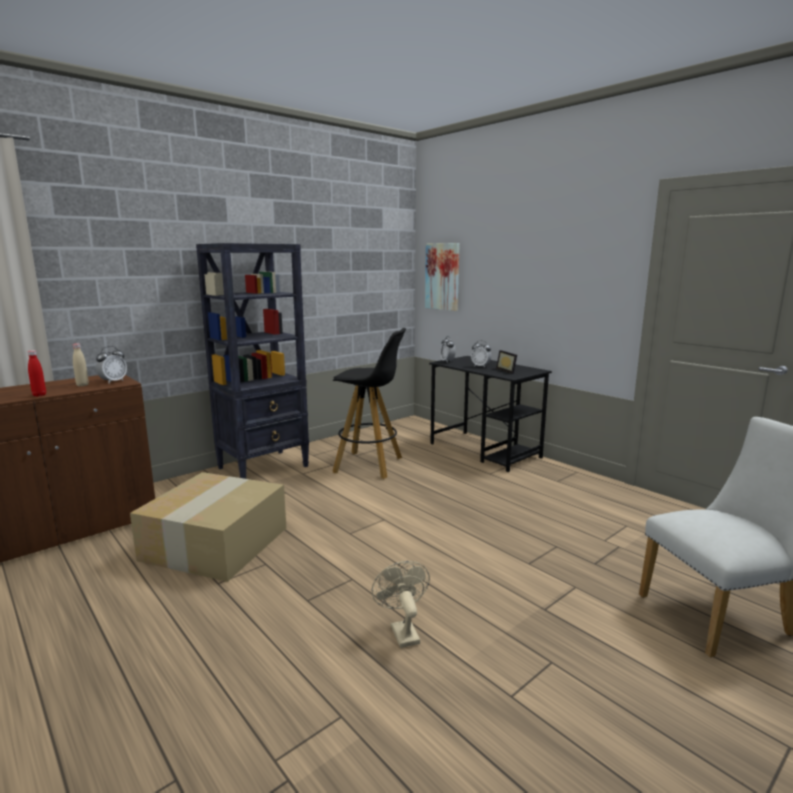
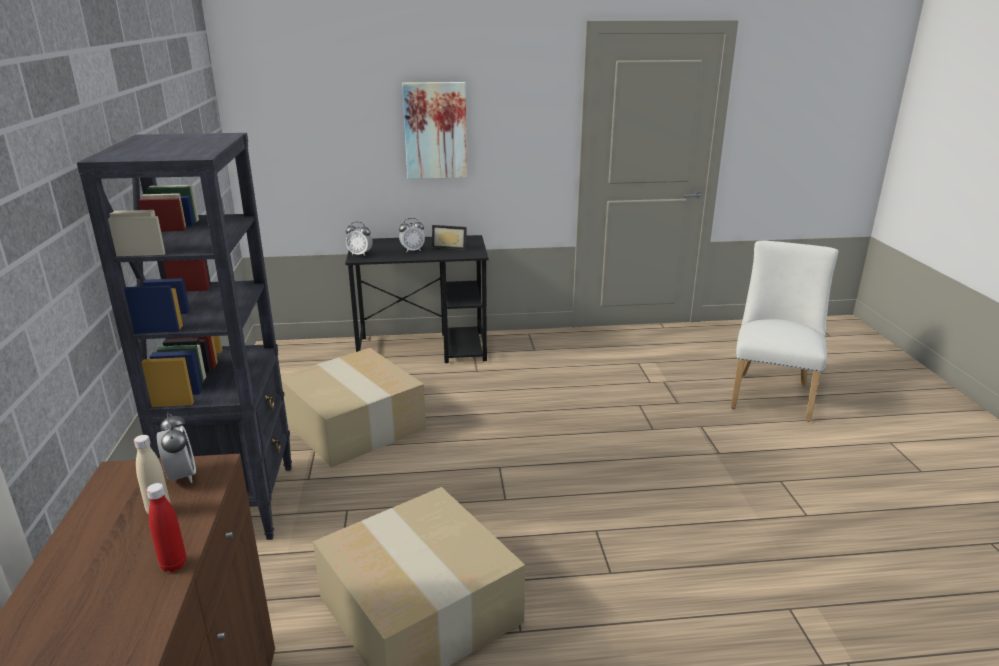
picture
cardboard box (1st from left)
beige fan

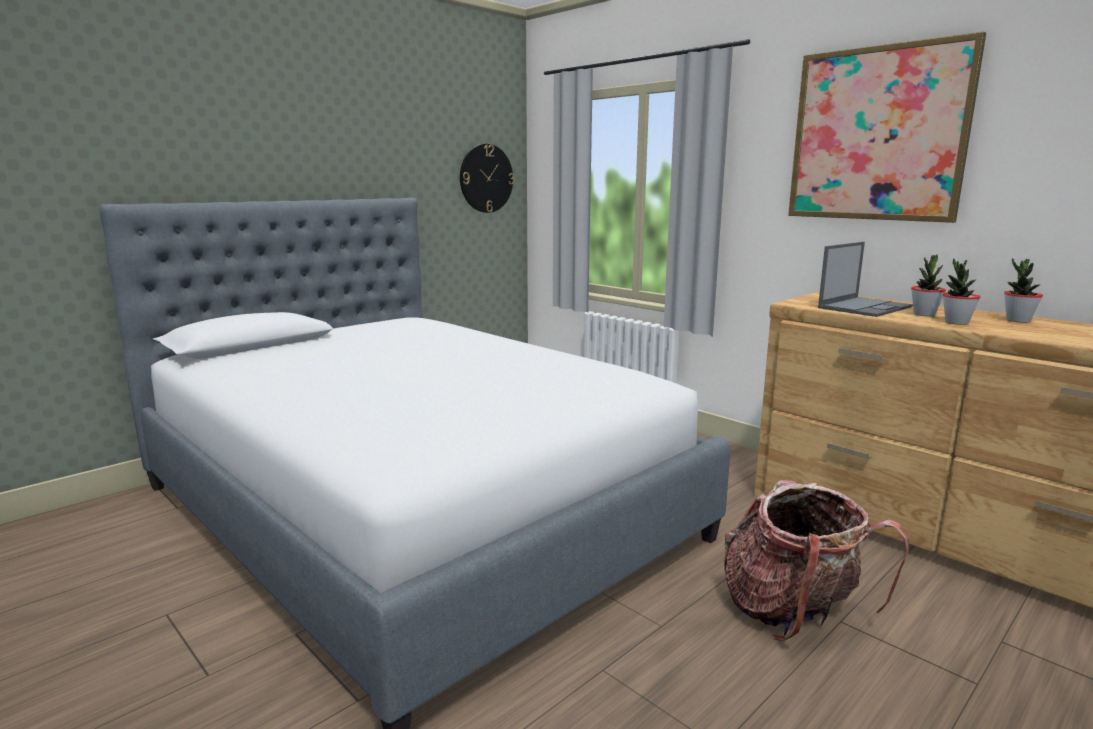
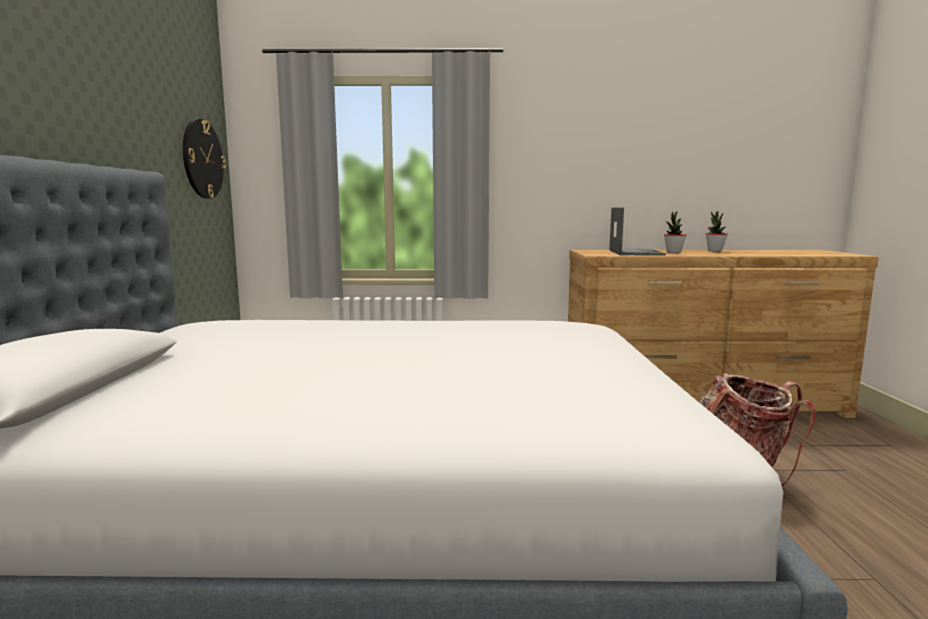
picture
potted plant (2nd from left in the first image)

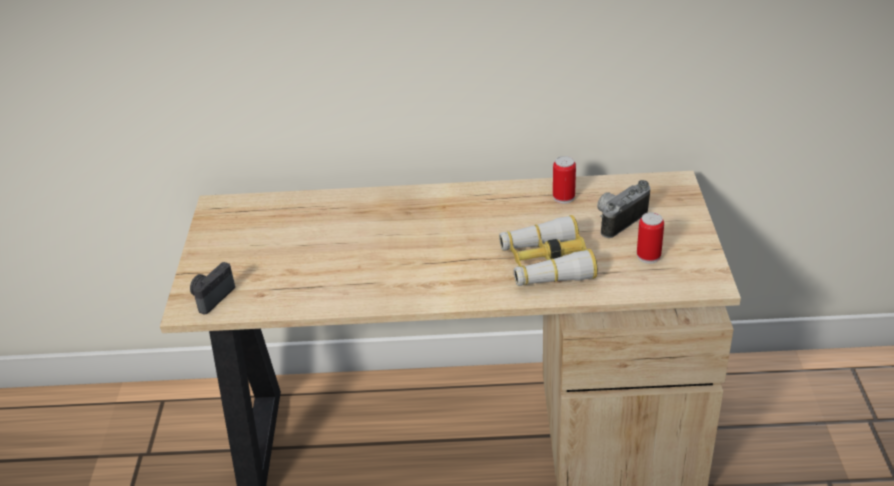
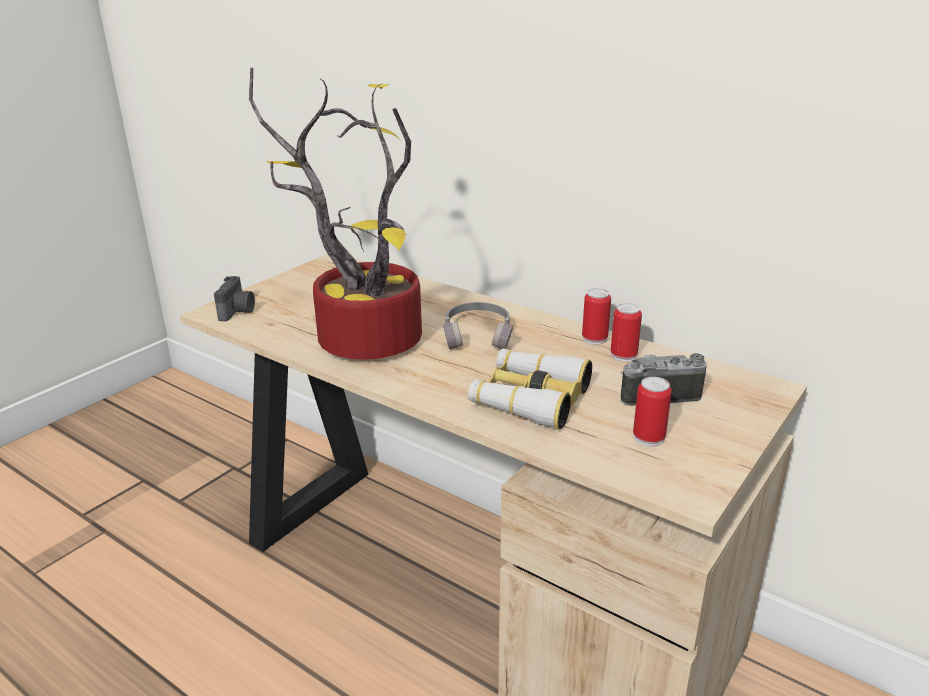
photo camera (1st from left)
potted plant
can (1st from left)
grey headphones

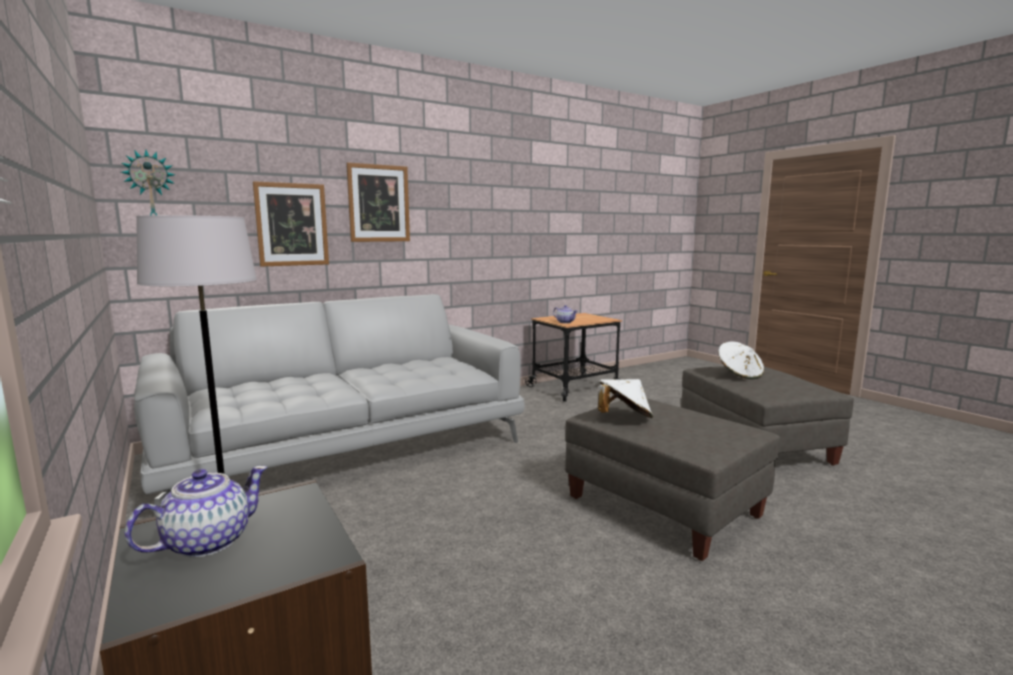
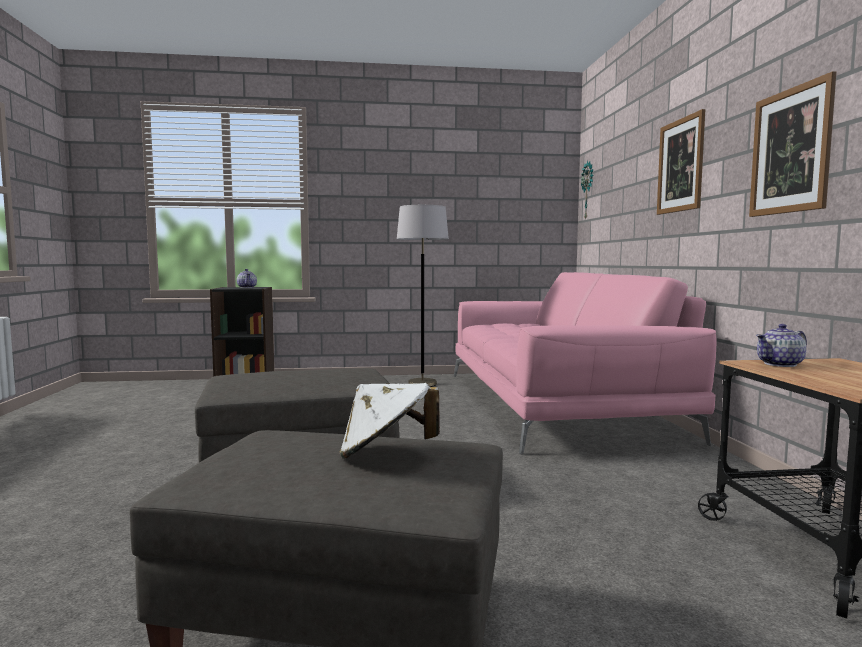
picture (2nd from left)
pink sofa
white hat (1st from left in the first image)

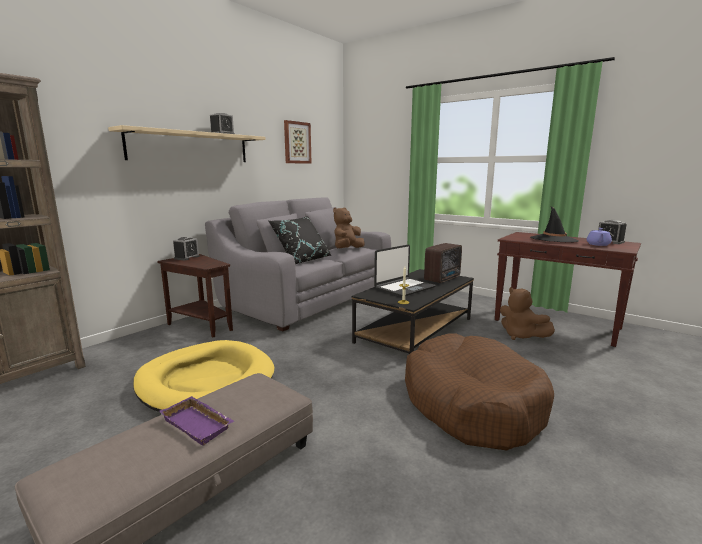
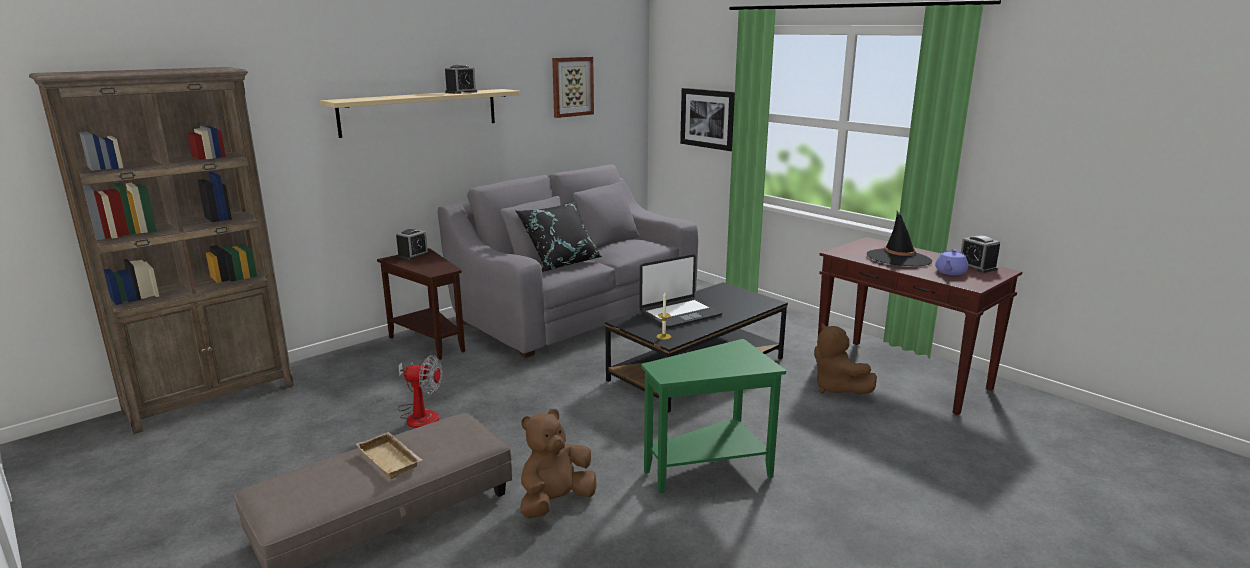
brown plush toy (1st from left)
radio
green side table
fan
beige tray
picture (2nd from left)

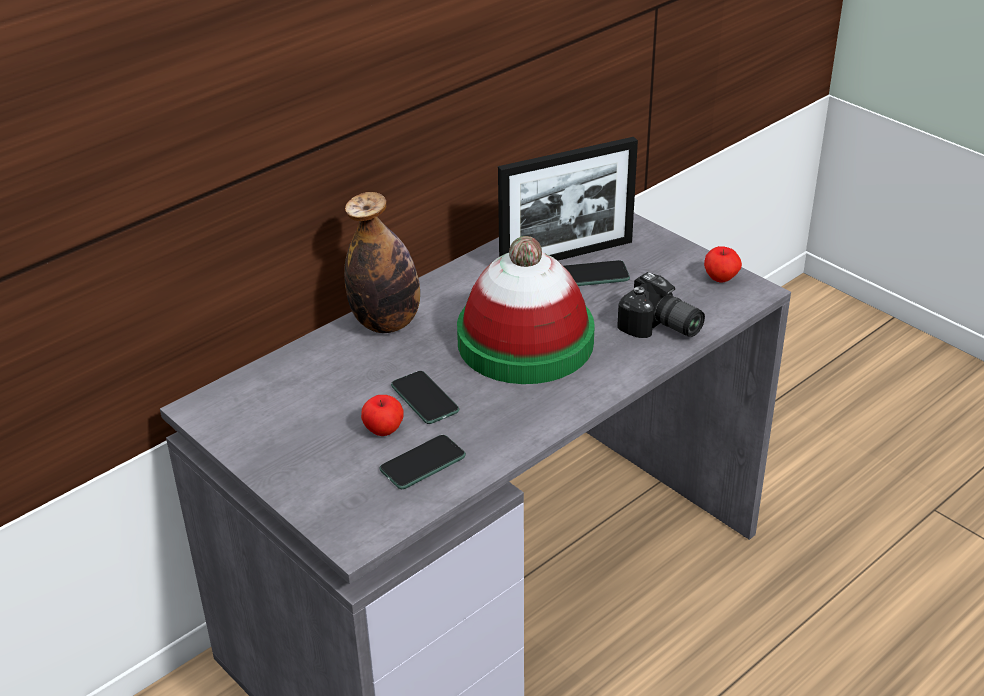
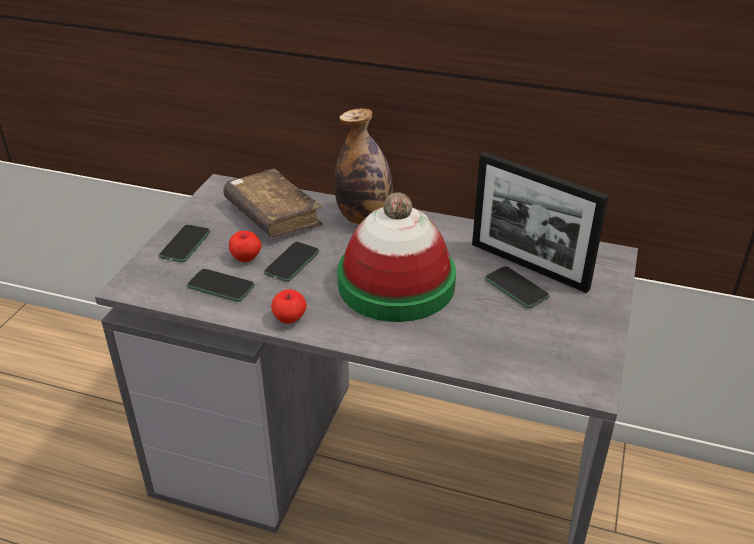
apple (2nd from left)
photo camera
brown book
phone (1st from left)

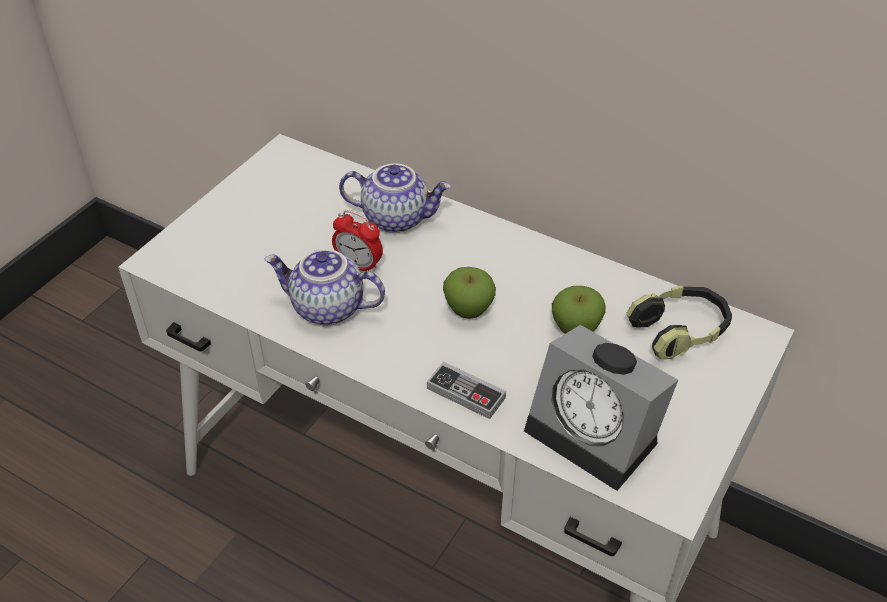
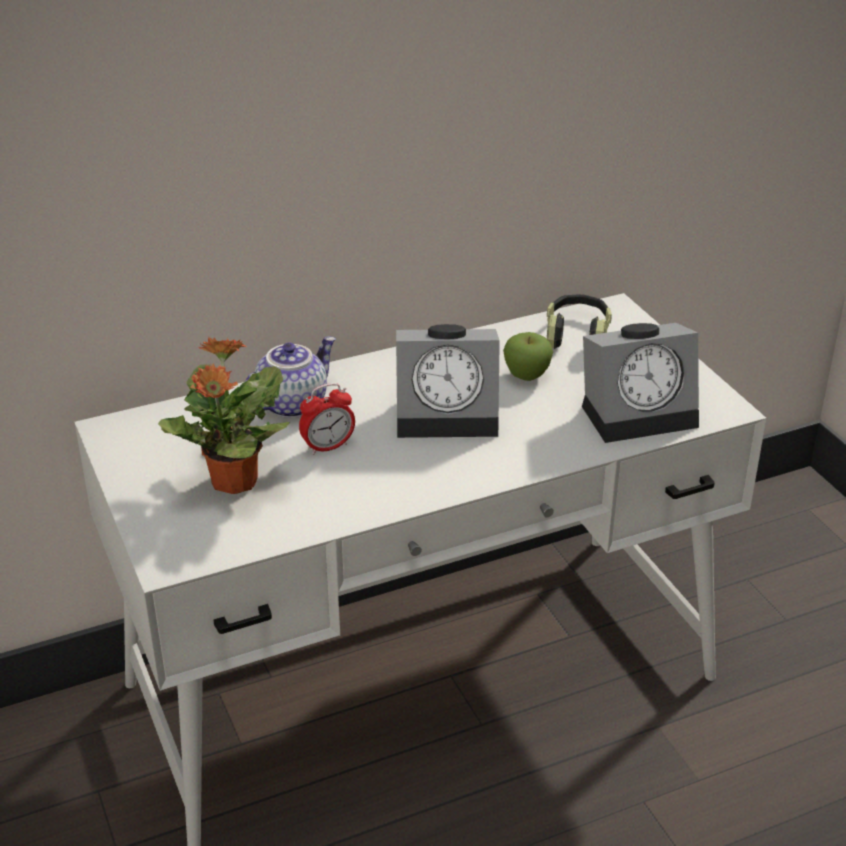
teapot (1st from left in the first image)
alarm clock (2nd from left)
game controller
potted plant

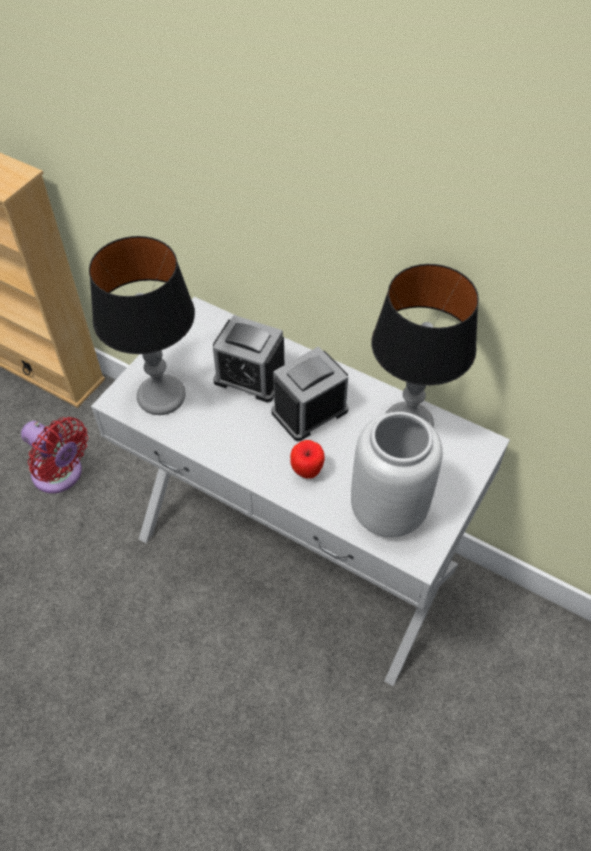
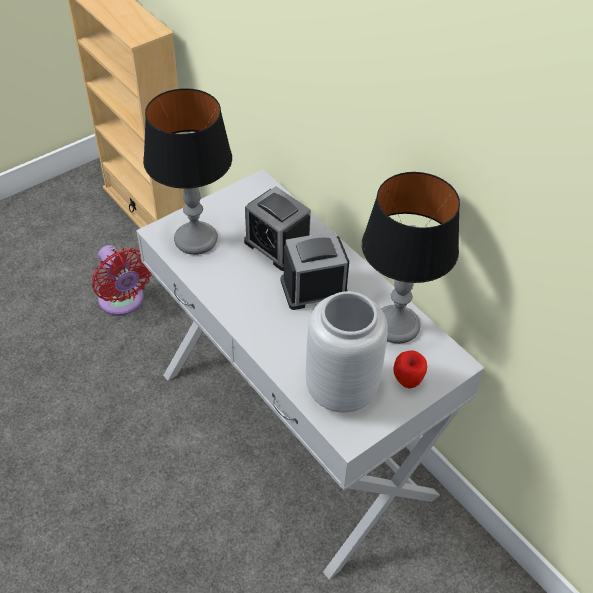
apple

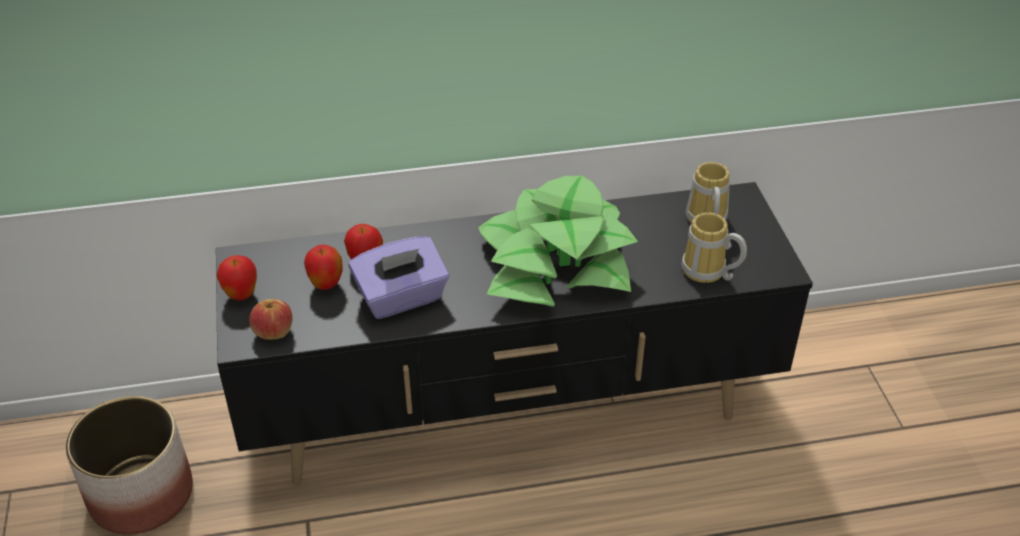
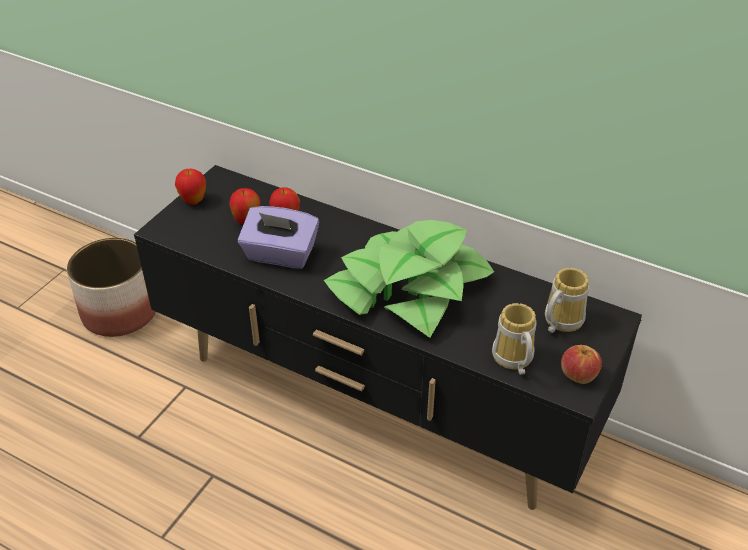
apple (4th from left)

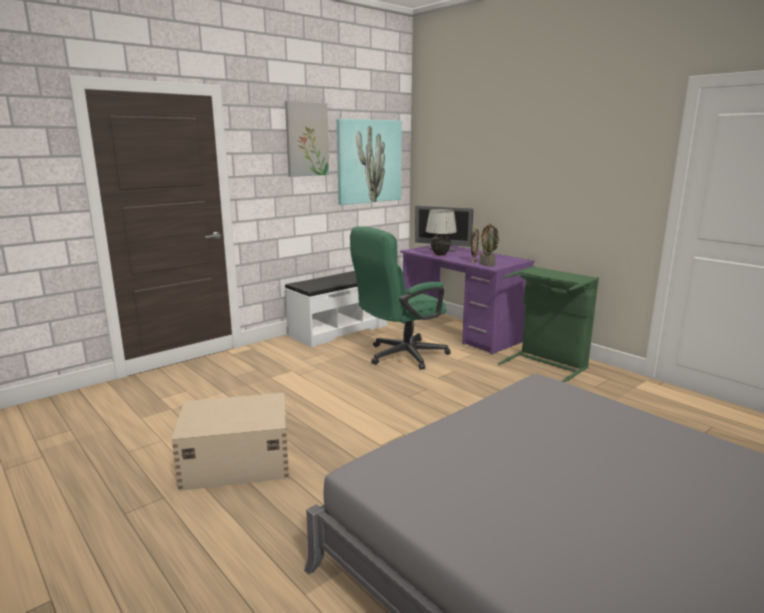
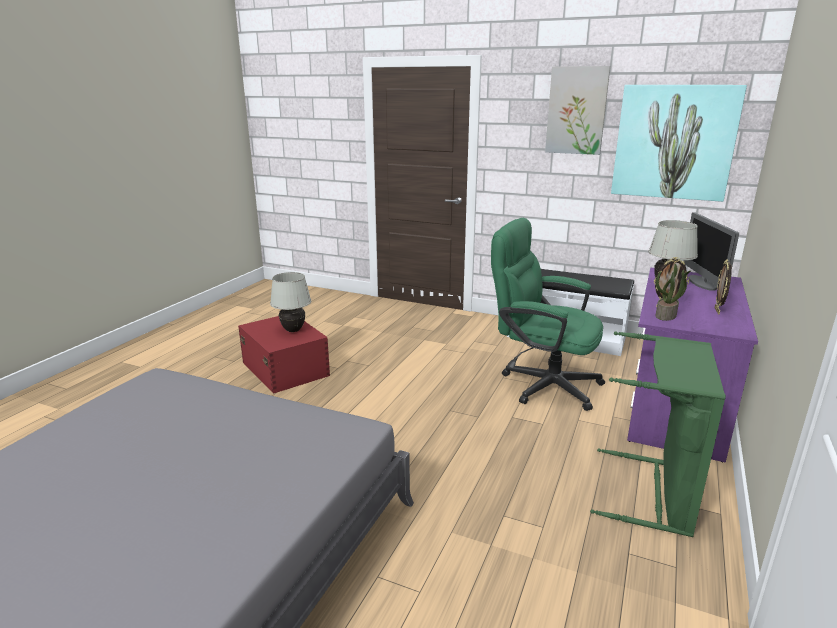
red storage box
white table lamp (1st from left)

